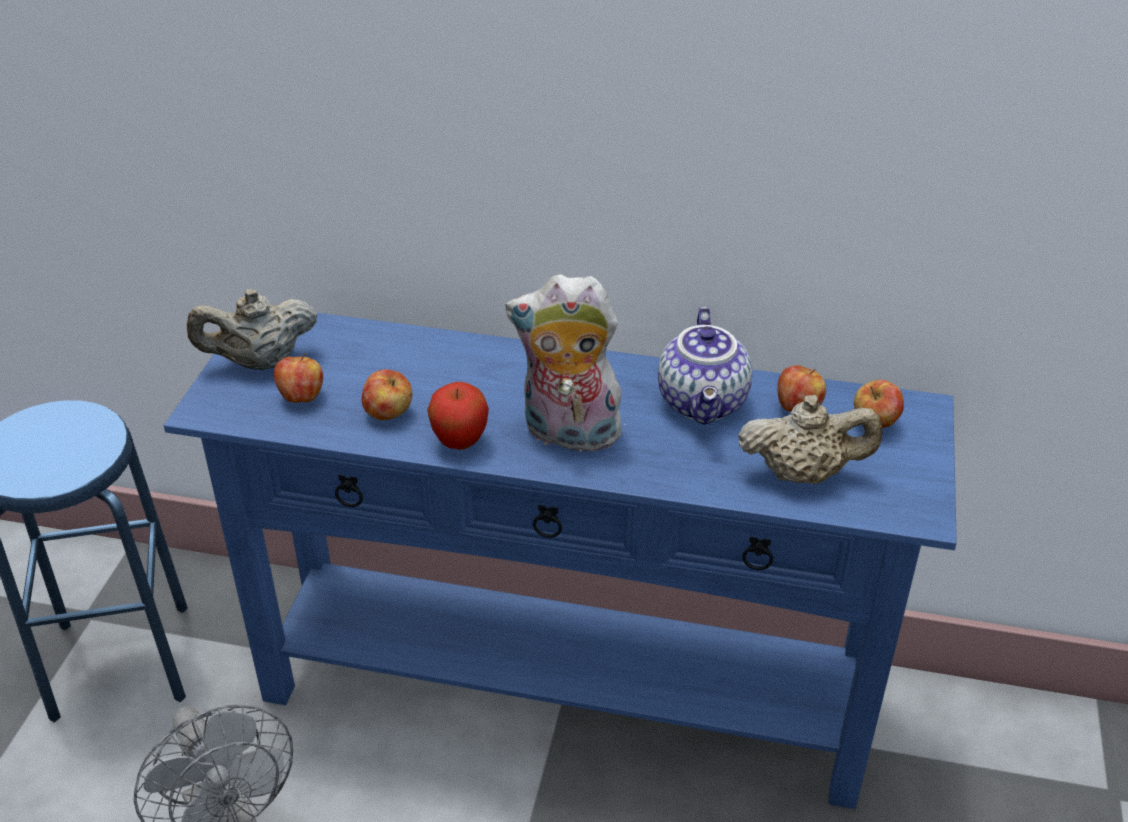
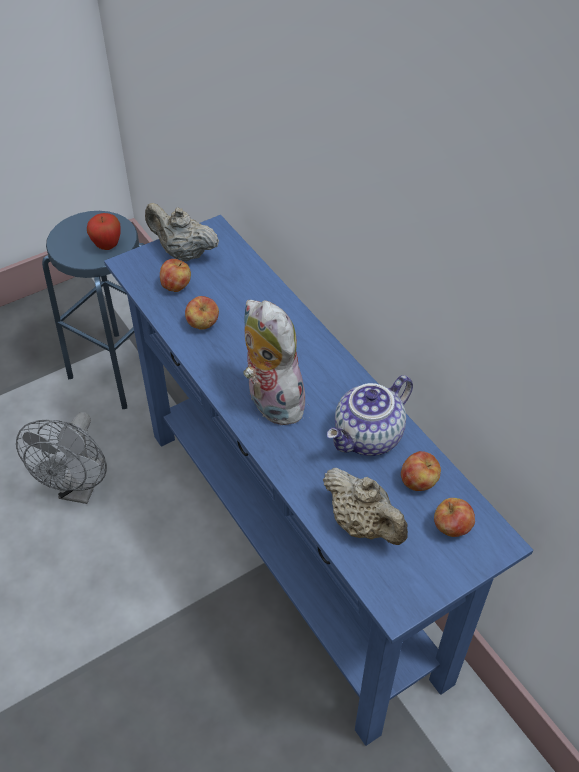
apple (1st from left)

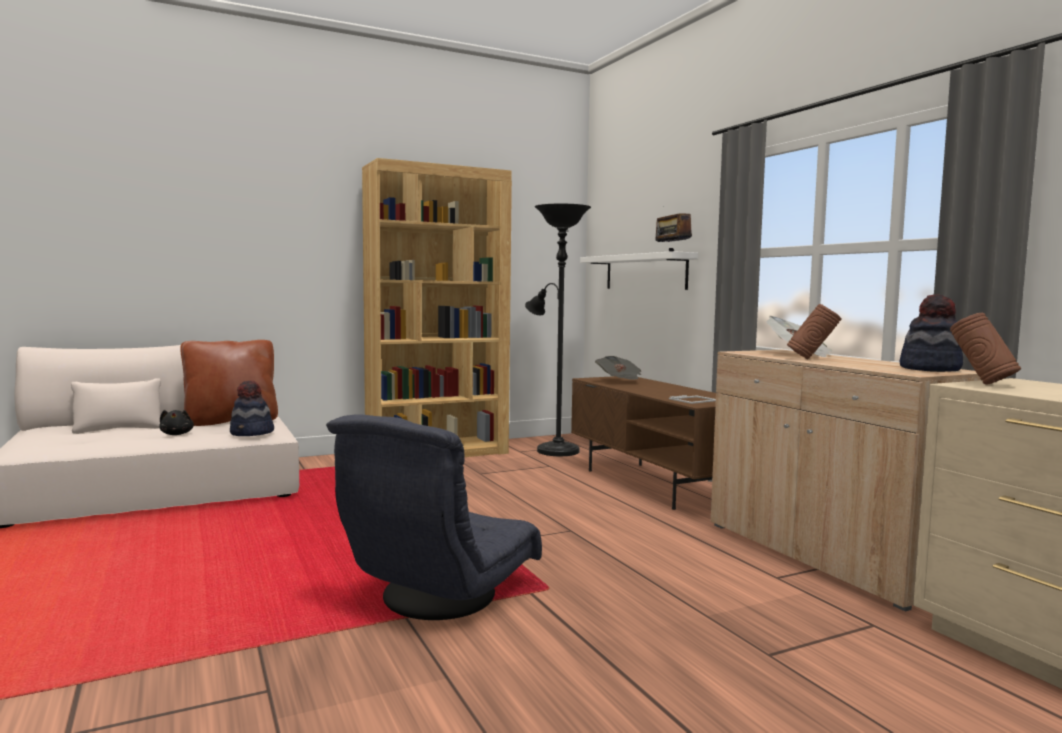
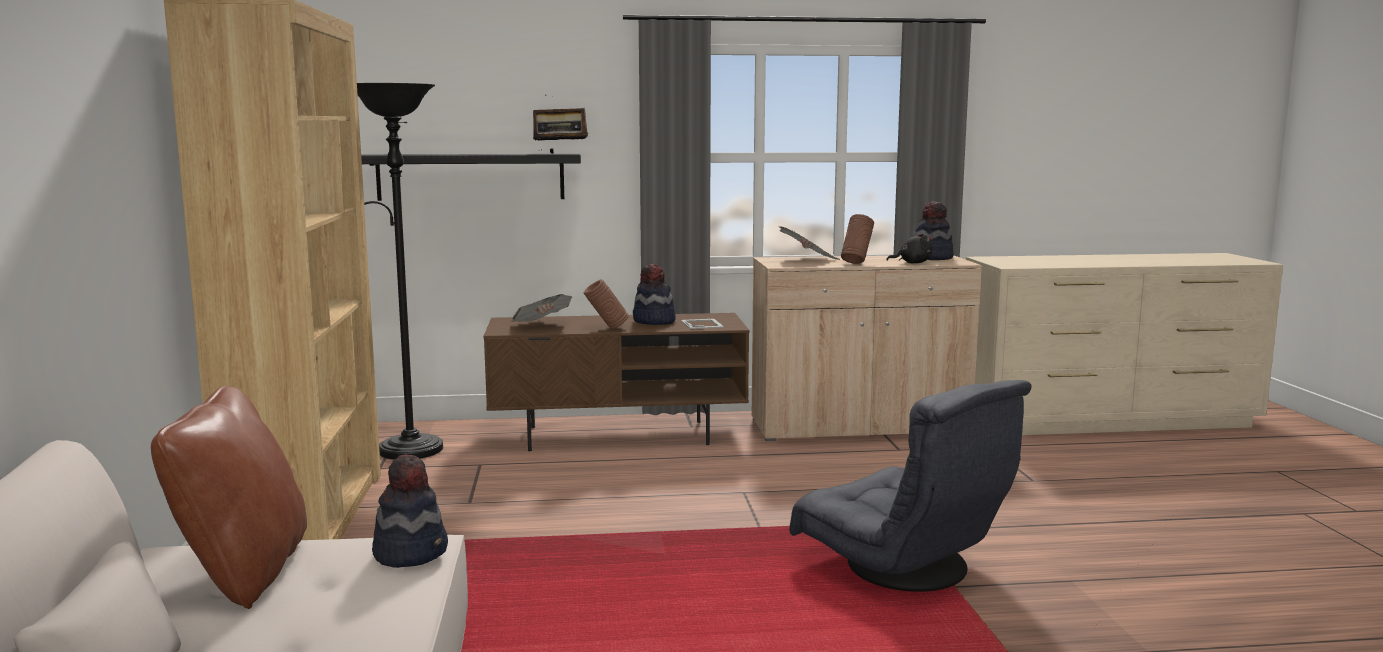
black shelf
brown vase (1st from left)
black plush toy
hat (2nd from left)

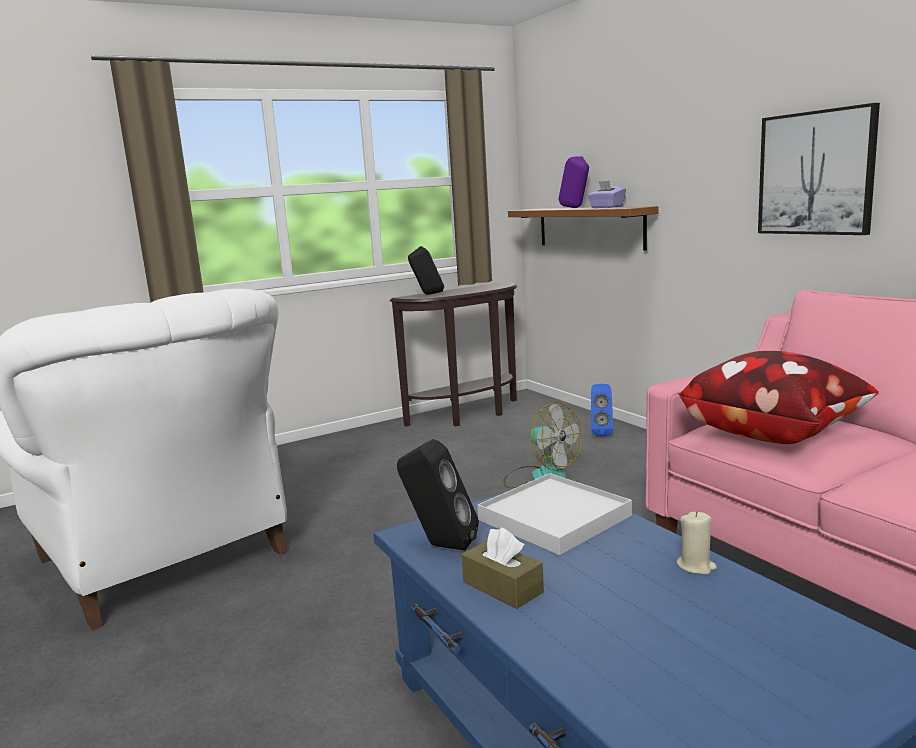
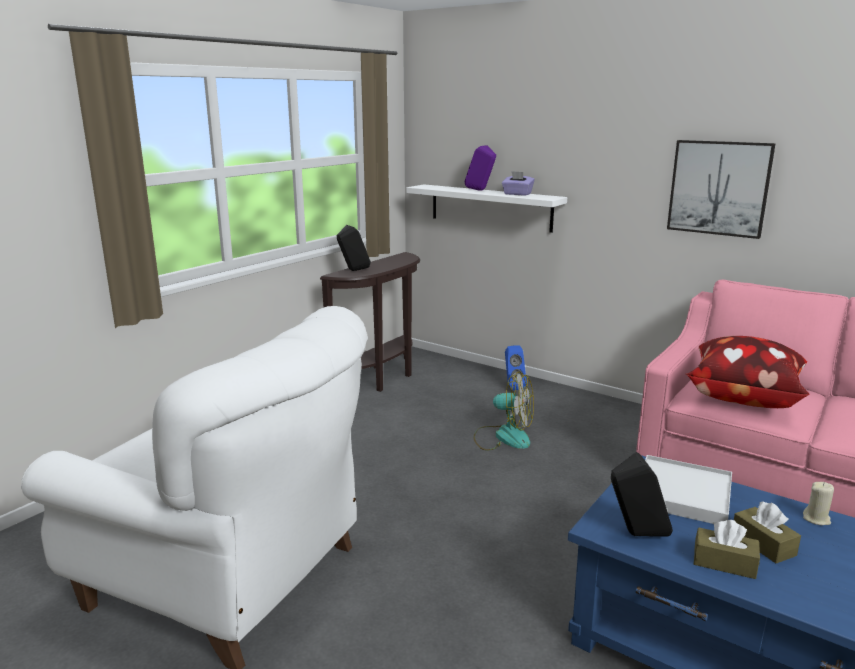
white shelf
brown tissue box (2nd from left)

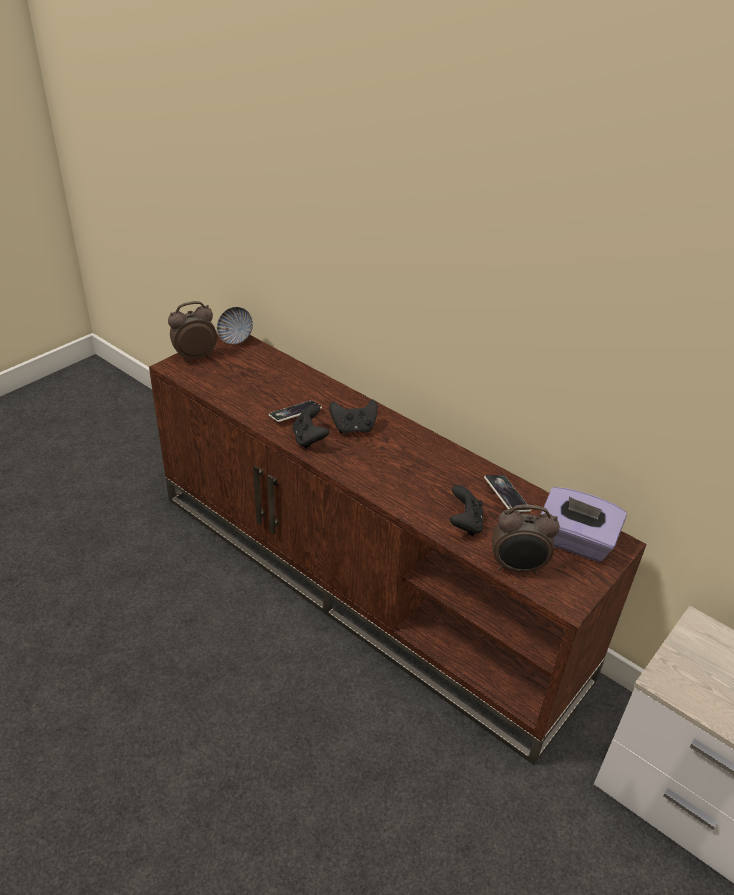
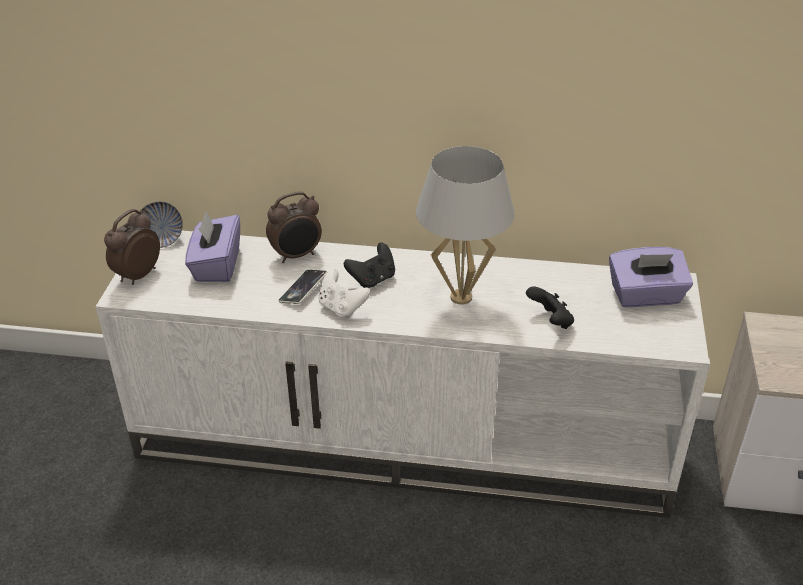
white tv stand
white game controller
phone (2nd from left in the first image)
alarm clock (2nd from left)
white table lamp
purple tissue box (1st from left)

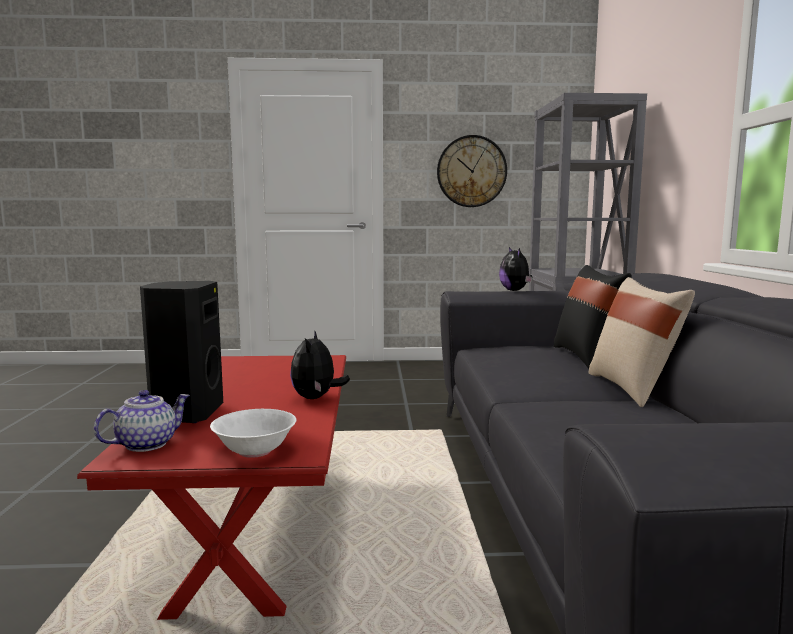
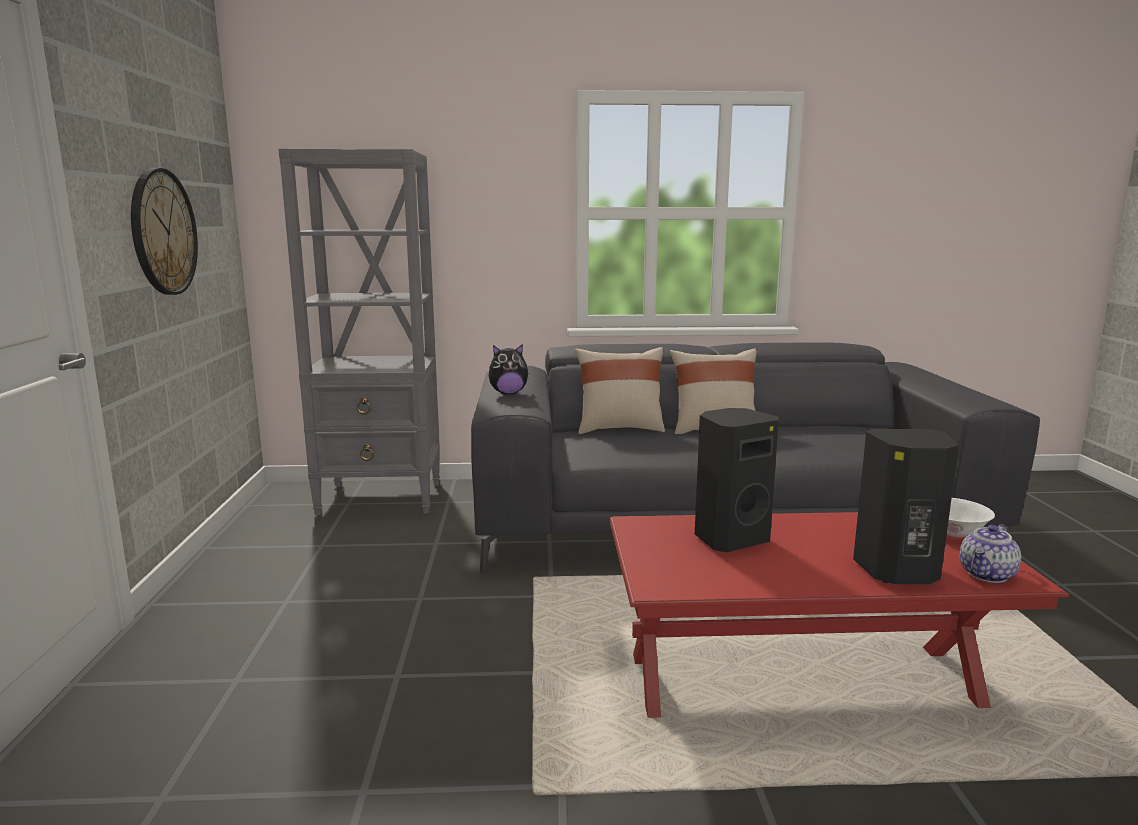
beige pillow (1st from left)
plush toy (1st from left in the first image)
teapot
black speaker (1st from left)

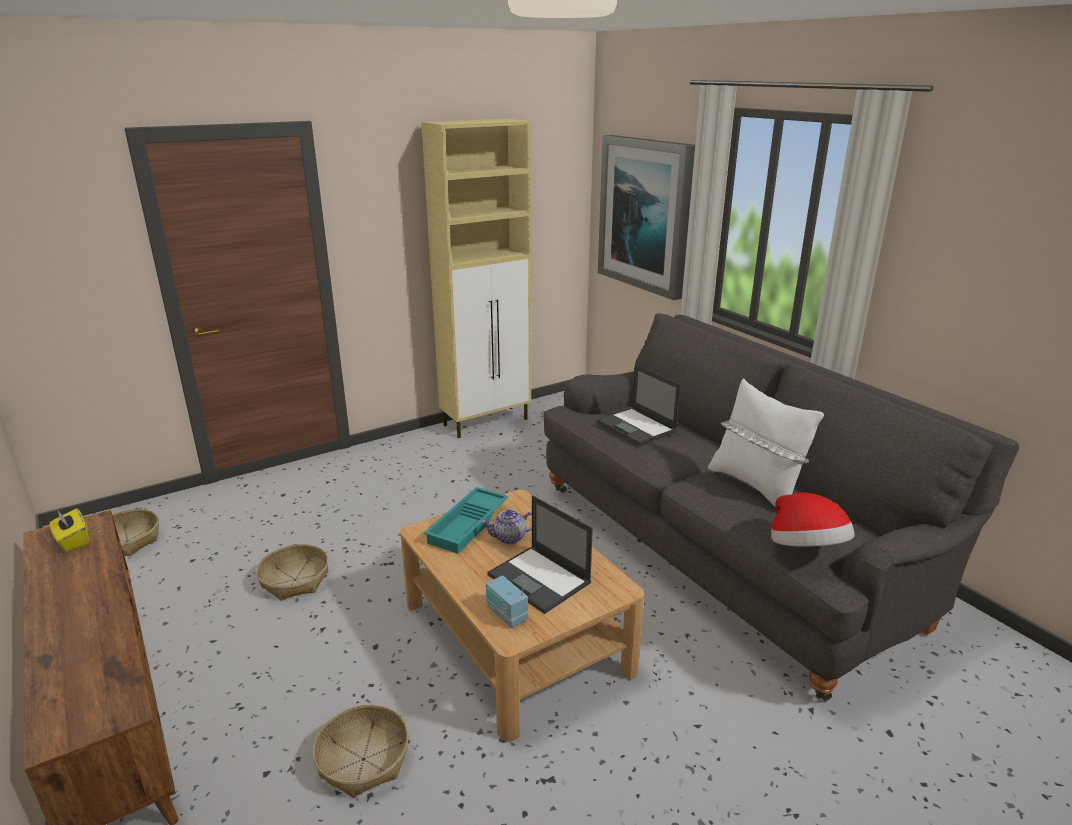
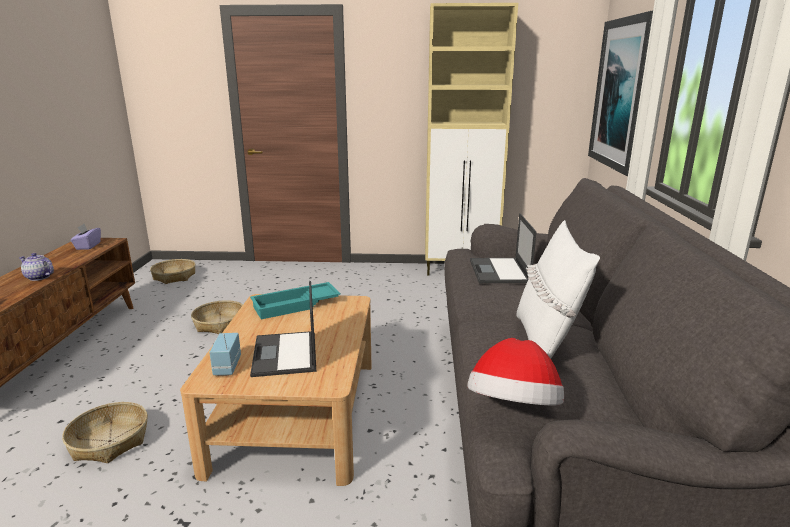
purple tissue box
teapot

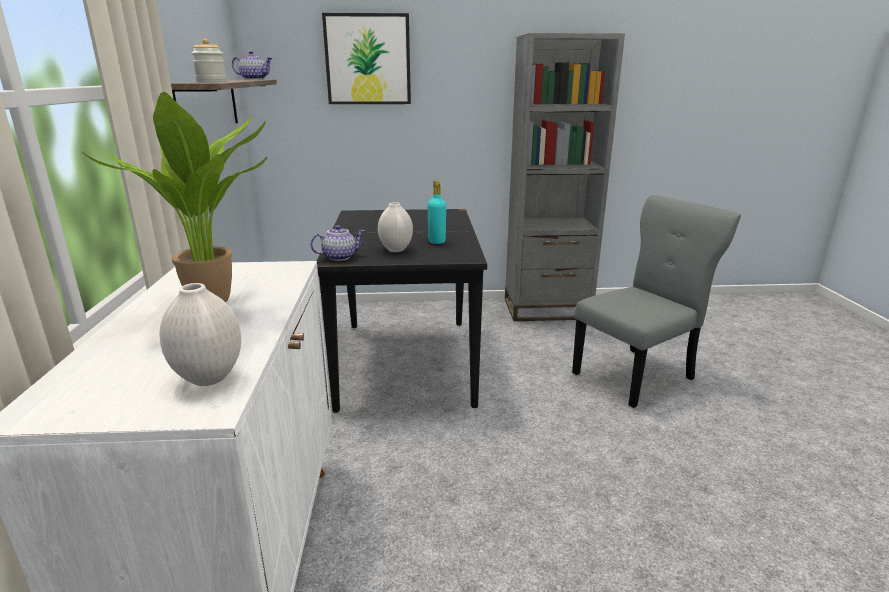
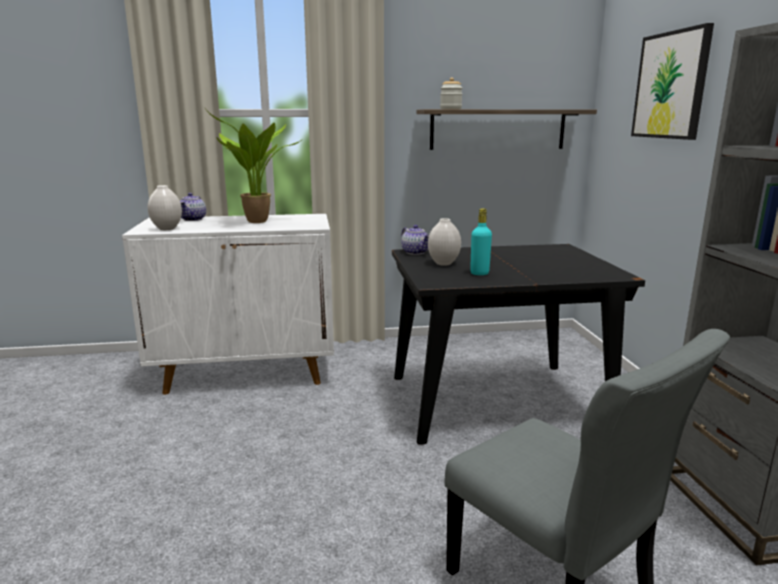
teapot (1st from left)

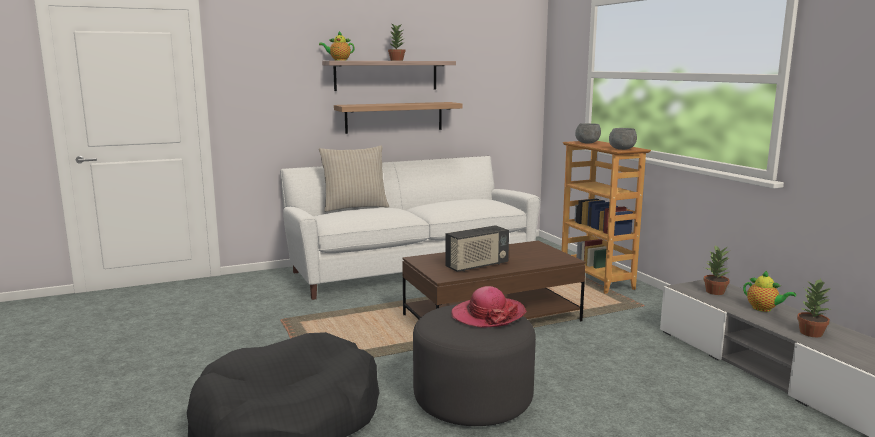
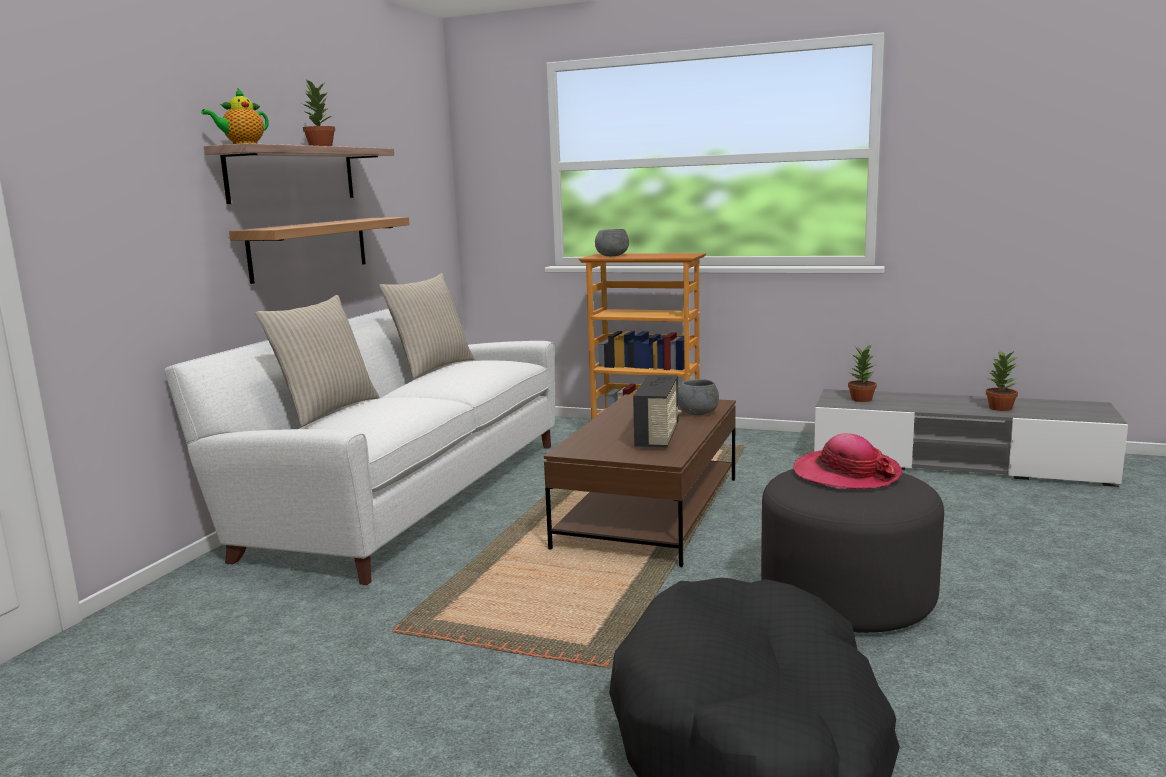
grey bowl (2nd from left)
teapot (2nd from left in the first image)
beige pillow (2nd from left)

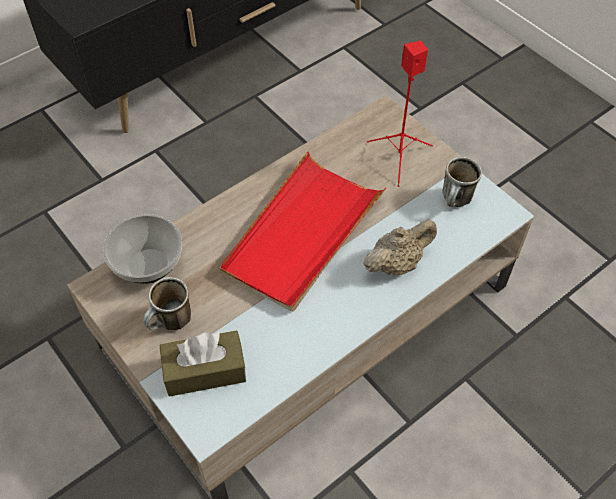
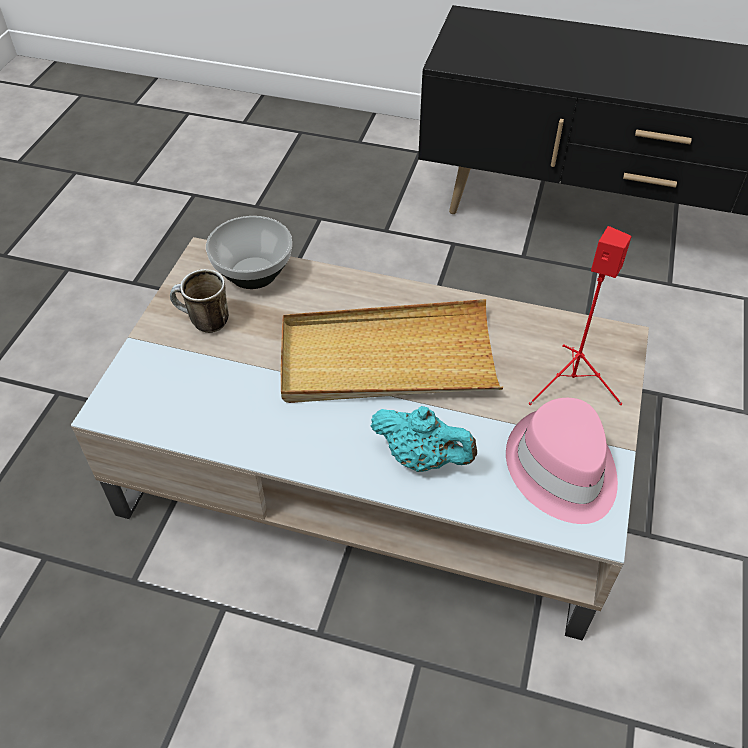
beige tray
pink hat
turquoise teapot
brown tissue box

